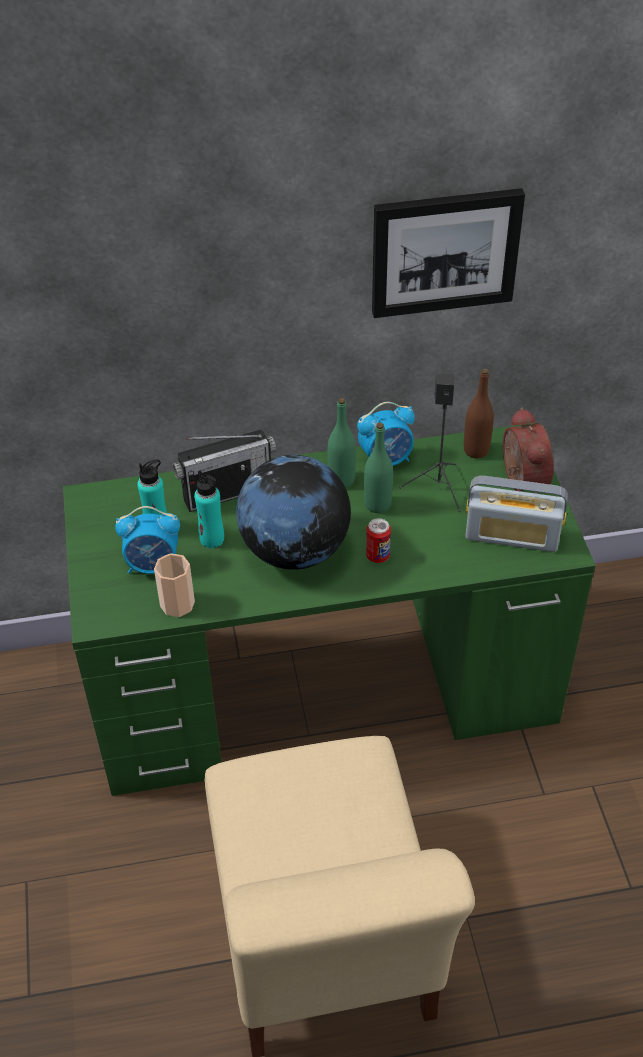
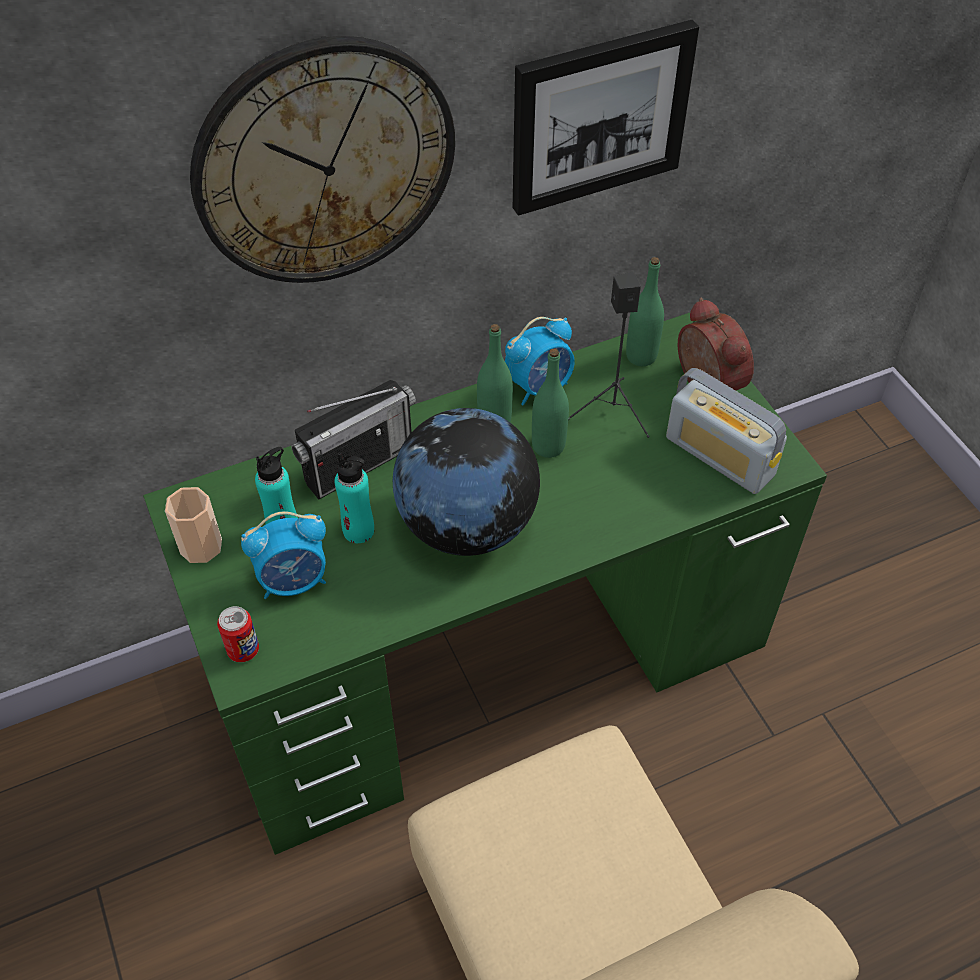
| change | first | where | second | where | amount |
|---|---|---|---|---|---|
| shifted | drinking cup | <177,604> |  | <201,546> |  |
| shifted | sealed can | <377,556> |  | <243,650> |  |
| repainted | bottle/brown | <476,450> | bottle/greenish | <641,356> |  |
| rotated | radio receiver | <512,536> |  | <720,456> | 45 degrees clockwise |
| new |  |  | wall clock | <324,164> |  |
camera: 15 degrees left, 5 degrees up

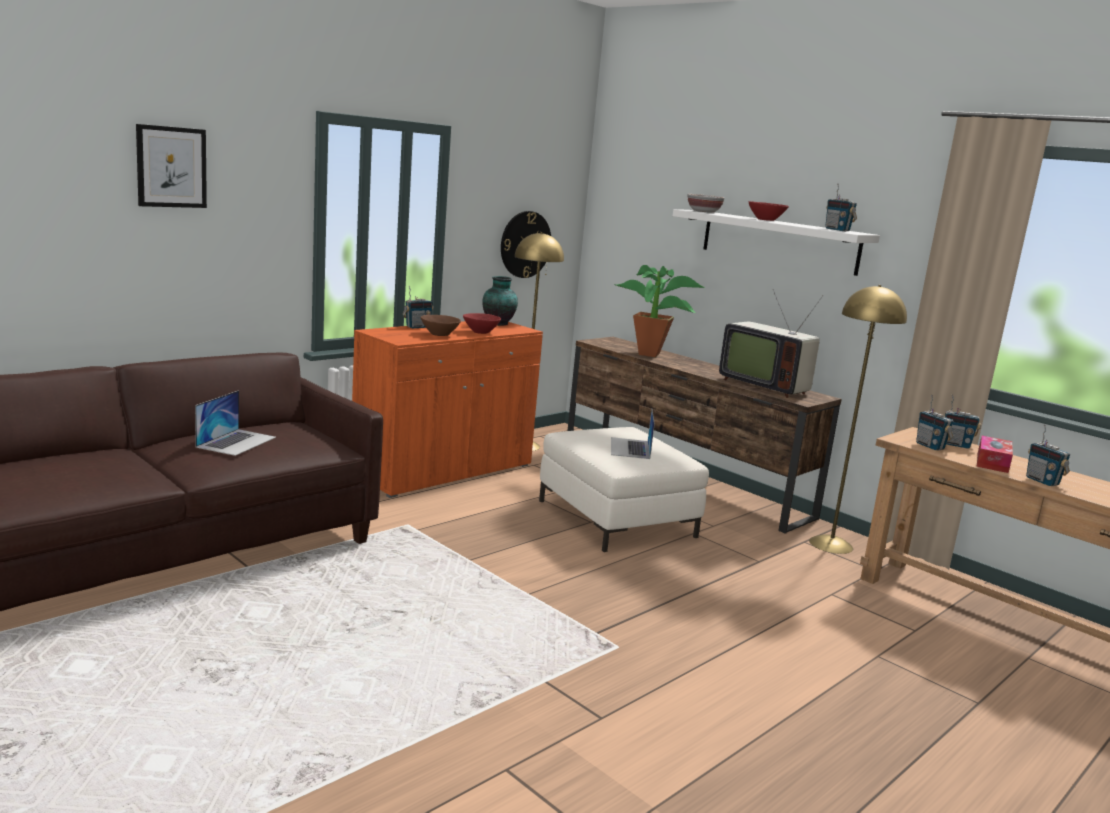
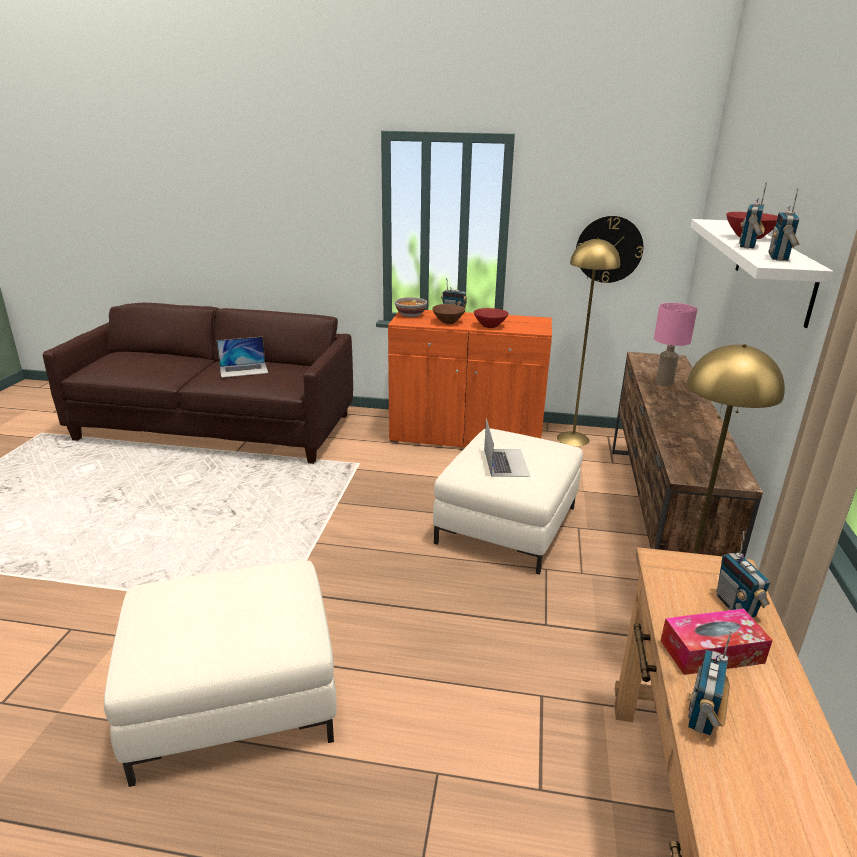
| change | first | where | second | where | amount |
|---|---|---|---|---|---|
| gone | wall art | <171,167> |  |  |  |
| gone | decorative vase | <499,323> |  |  |  |
| rotated | notebook computer | <630,448> |  | <506,462> | 120 degrees clockwise |
| swapped | houseplant | <653,355> | tabletop lamp/pink | <664,382> |  |
| shifted | deep dish | <703,211> |  | <410,315> |  |
| gone | television | <764,385> |  |  |  |
| shifted | radio receiver | <930,446> |  | <748,246> |  |
| new |  |  | footrest/whitish | <233,699> |  |
camera: 55 degrees right, 10 degrees up

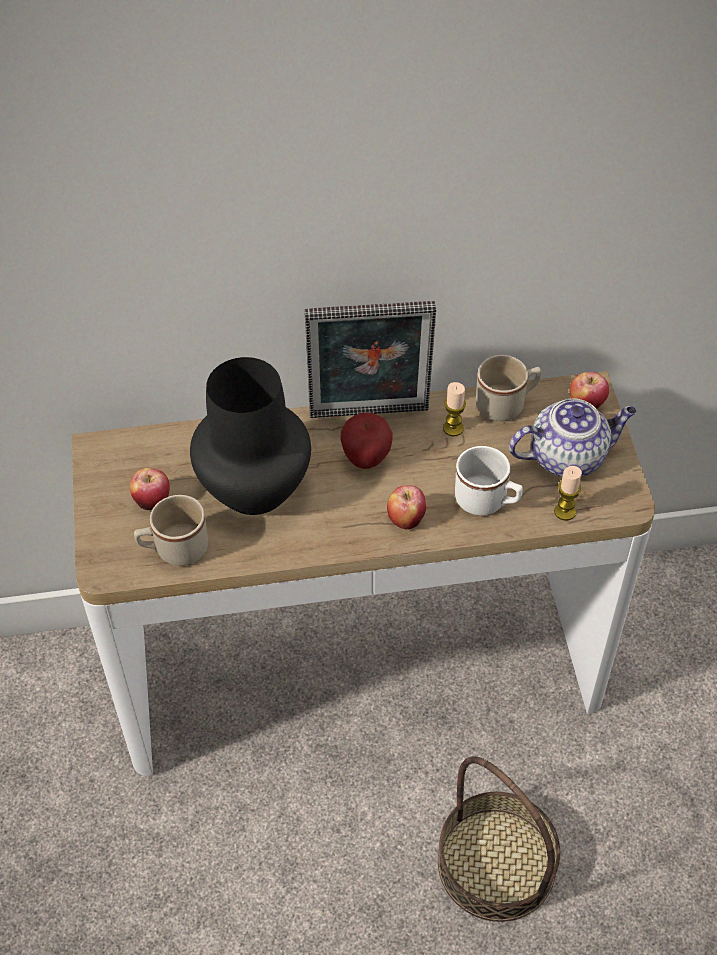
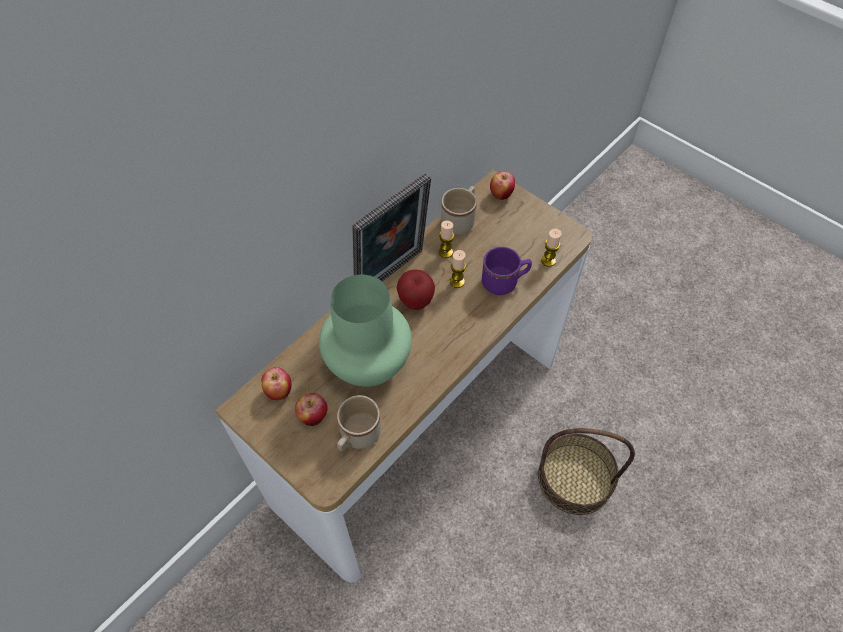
| change | first | where | second | where | amount |
|---|---|---|---|---|---|
| repainted | decorative vase/black-coloured | <253,489> | decorative vase/greenish | <368,365> |  |
| shifted | apple | <406,519> |  | <279,391> |  |
| repainted | tea mug/whitish | <487,501> | tea mug/purplish | <504,282> |  |
| gone | tea pot | <568,457> |  |  |  |
| new |  |  | wax light | <457,282> |  |
camera: 40 degrees left, 5 degrees up

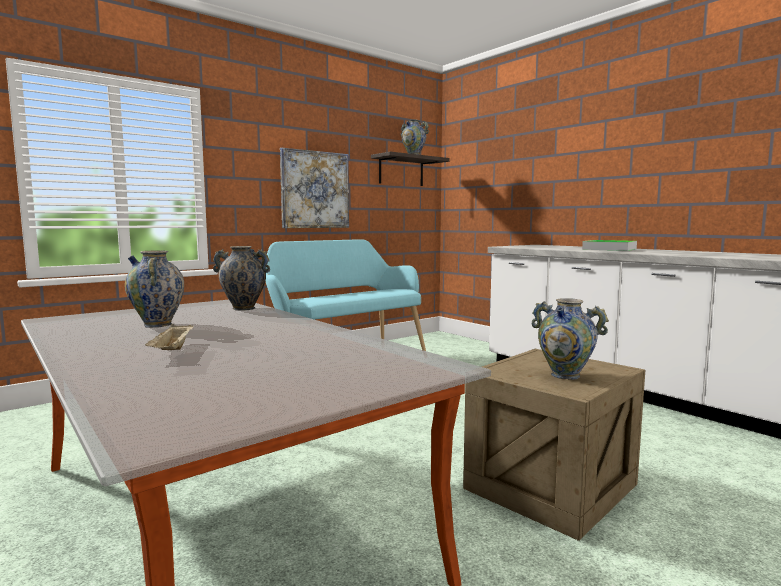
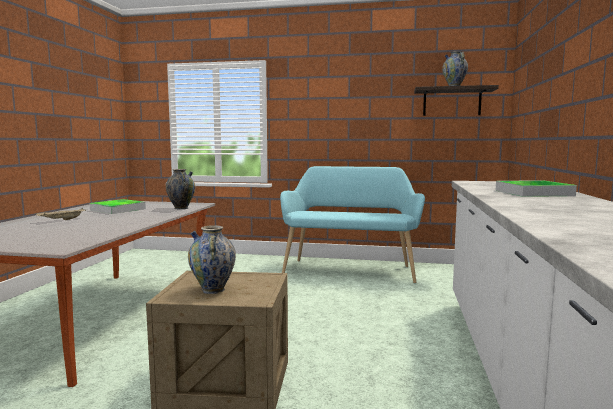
| change | first | where | second | where | amount |
|---|---|---|---|---|---|
| swapped | decorative vase | <157,325> | serving tray | <118,209> |  |
| gone | wall art | <315,190> |  |  |  |
camera: 50 degrees right, 0 degrees up

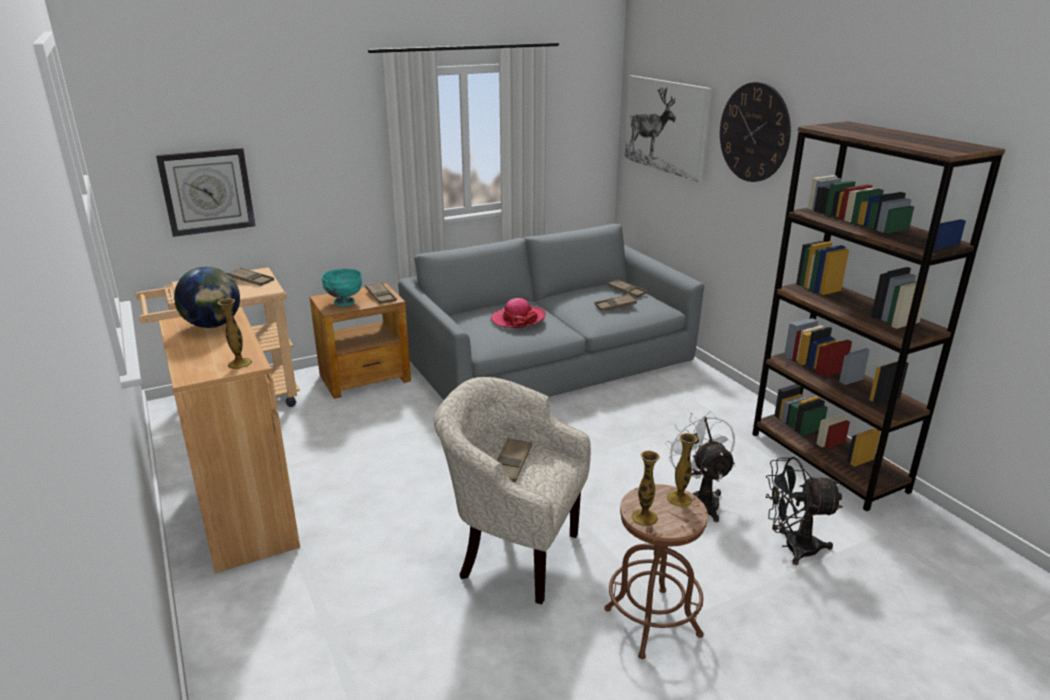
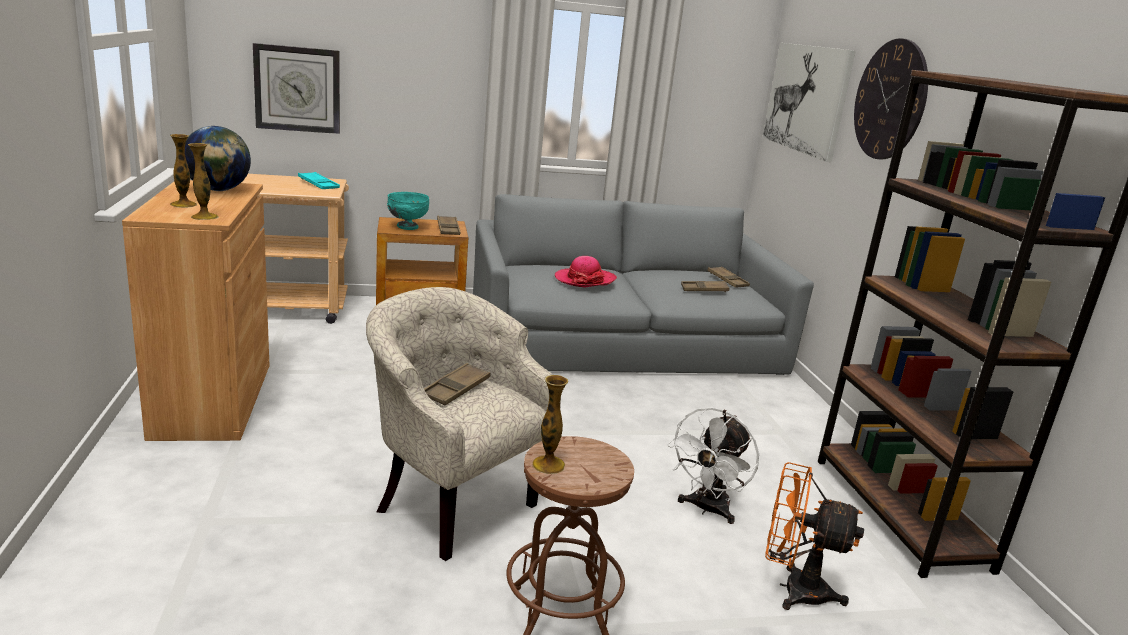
| change | first | where | second | where | amount |
|---|---|---|---|---|---|
| repainted | serving tray/brown | <251,280> | serving tray/turquoise-coloured | <318,184> |  |
| rotated | electric fan/whitish | <700,499> |  | <706,509> | 150 degrees counterclockwise |
| shifted | decorative vase | <679,499> |  | <183,204> |  |
| repainted | electric fan/black-coloured | <792,547> | electric fan/orange-coloured | <793,589> |  |
camera: 15 degrees right, 5 degrees down

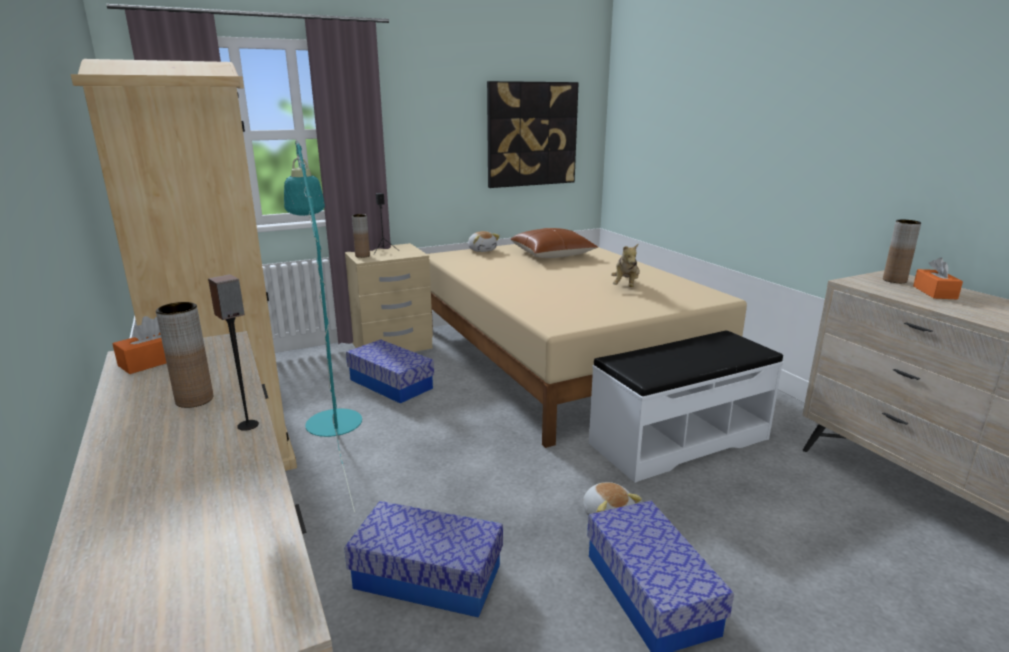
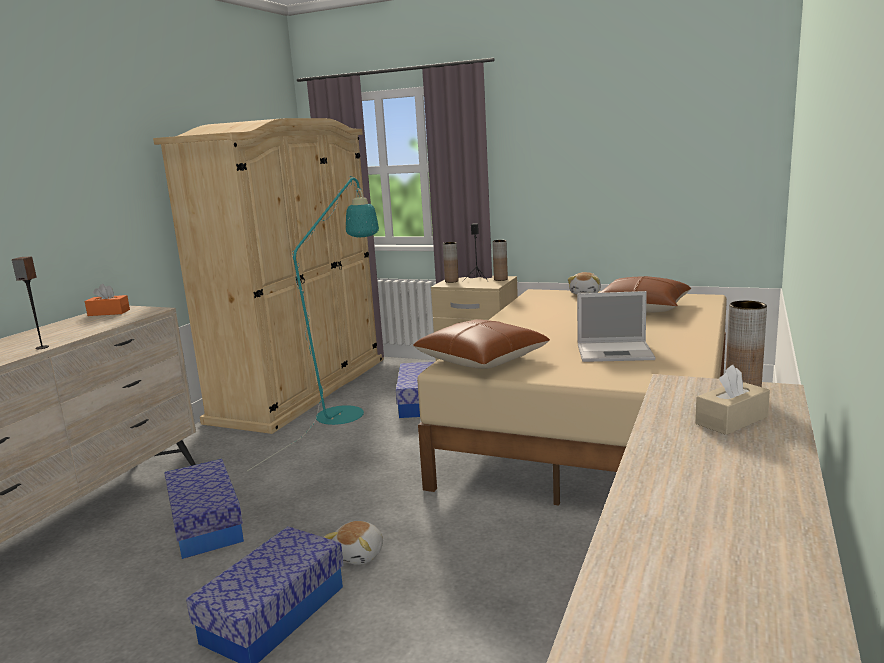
| change | first | where | second | where | amount |
|---|---|---|---|---|---|
| shifted | decorative vase/brown | <194,400> |  | <500,279> |  |
| gone | wall art | <531,134> |  |  |  |
| gone | bench/whitish | <678,440> |  |  |  |
| swapped | soft toy | <625,286> | notebook computer | <616,352> |  |
| repainted | tissue box/orange-coloured | <934,292> | tissue box/beige-coloured | <731,420> |  |
| new |  |  | cushion/brown | <481,359> |  |
camera: 50 degrees right, 5 degrees down

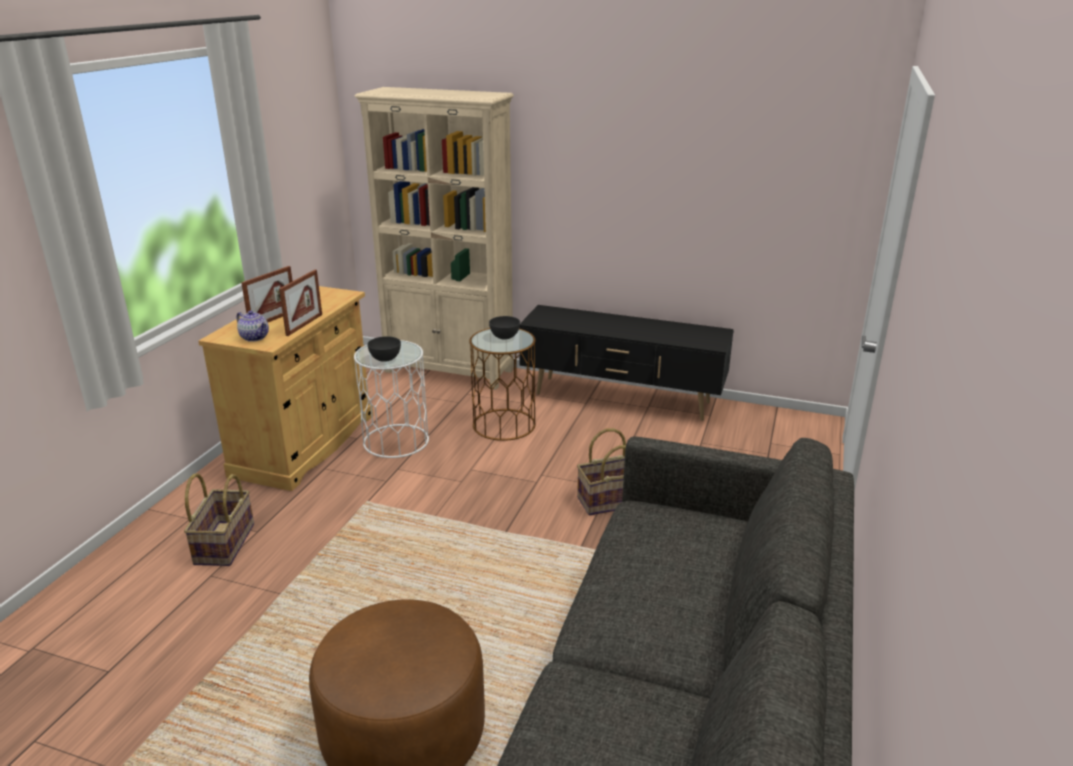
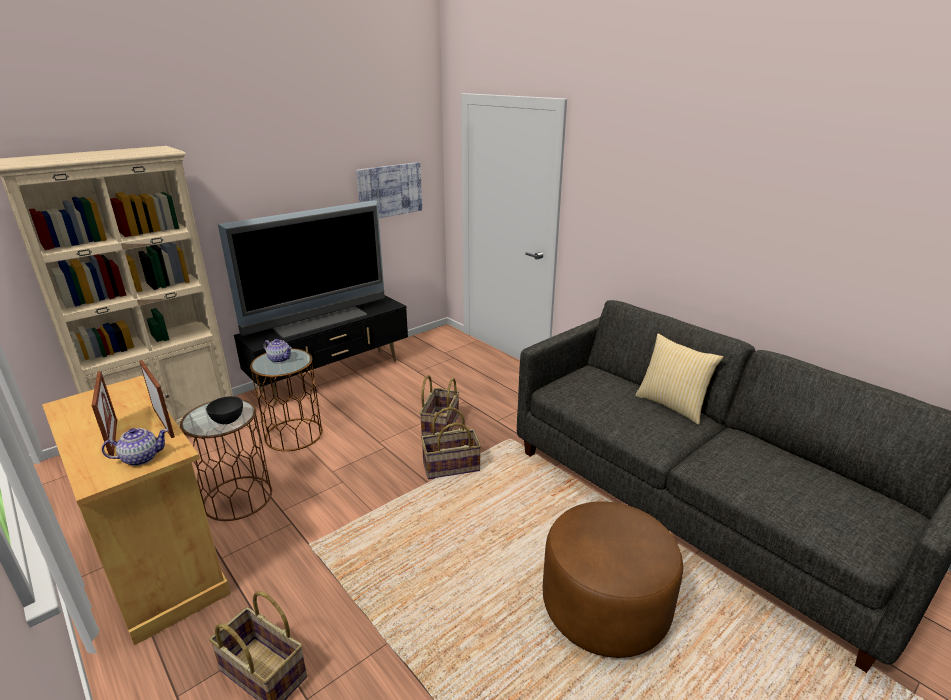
| change | first | where | second | where | amount |
|---|---|---|---|---|---|
| repainted | end table/whitish | <396,441> | end table/brown | <238,498> |  |
| swapped | deep dish/grey | <505,337> | tea pot | <279,359> |  |
| new |  |  | television | <319,320> |  |
| new |  |  | wall art | <389,190> |  |
| new |  |  | household basket | <451,467> |  |
| new |  |  | cushion | <672,405> |  |
camera: 60 degrees left, 0 degrees up

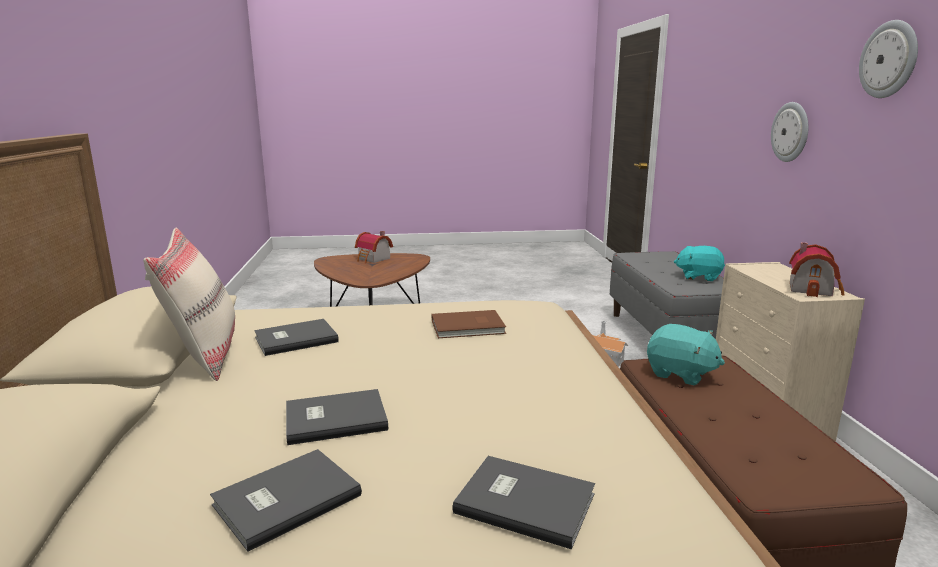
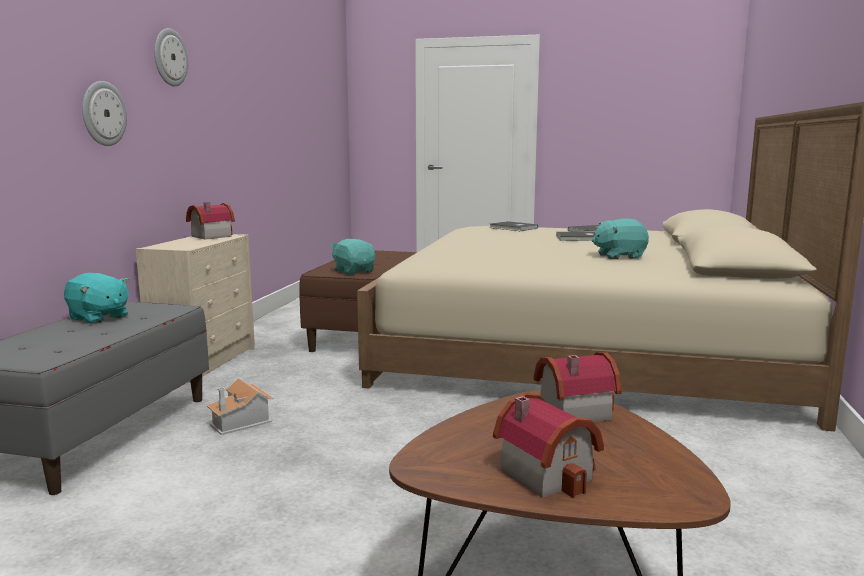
| change | first | where | second | where | amount |
|---|---|---|---|---|---|
| gone | cushion/beige-coloured | <203,355> |  |  |  |
| swapped | bound book/grey | <294,339> | soft toy/turquoise-coloured | <619,256> |  |
| gone | bound book/brown | <469,327> |  |  |  |
| new |  |  | miniature house | <571,411> |  |
camera: 160 degrees left, 5 degrees down

